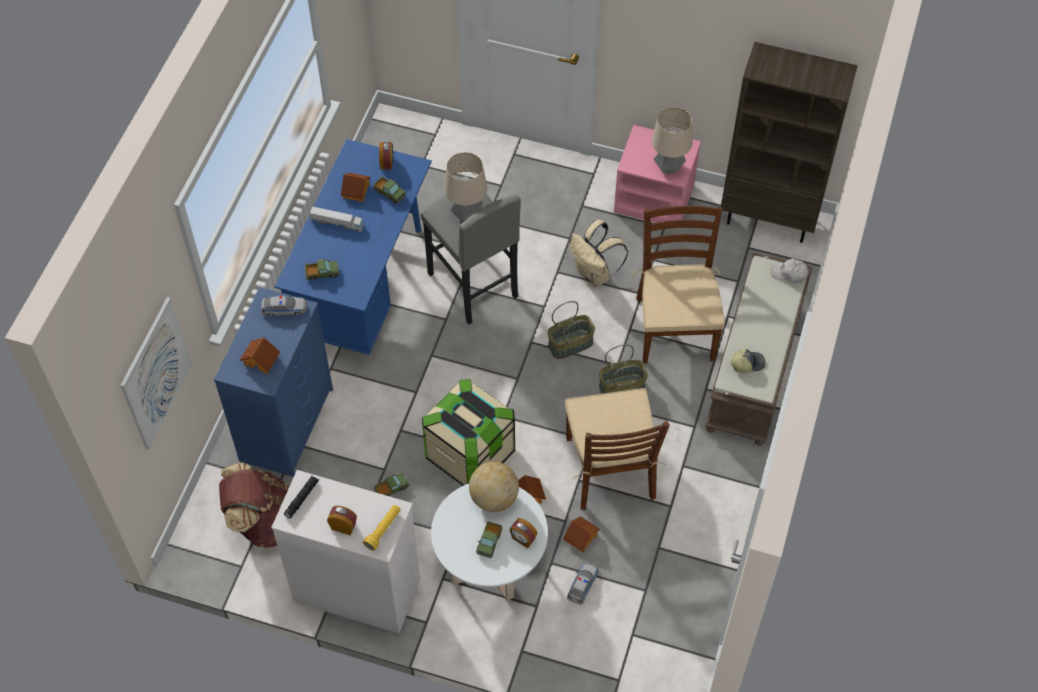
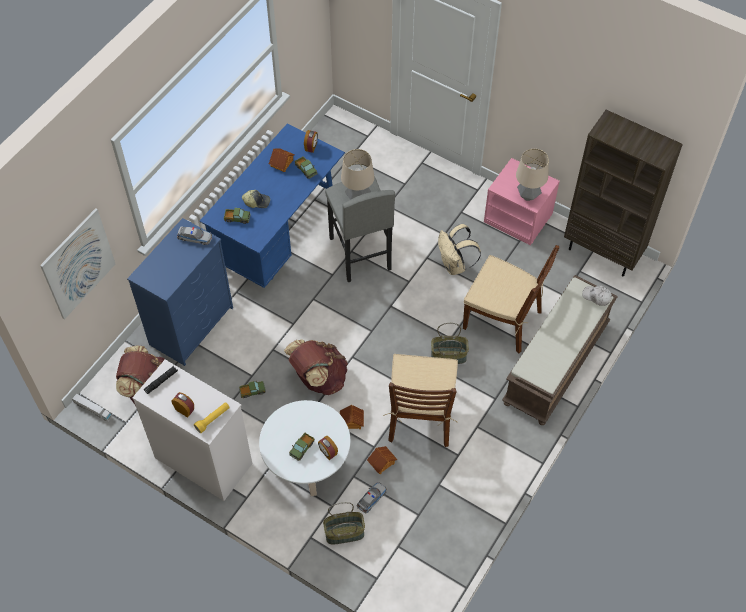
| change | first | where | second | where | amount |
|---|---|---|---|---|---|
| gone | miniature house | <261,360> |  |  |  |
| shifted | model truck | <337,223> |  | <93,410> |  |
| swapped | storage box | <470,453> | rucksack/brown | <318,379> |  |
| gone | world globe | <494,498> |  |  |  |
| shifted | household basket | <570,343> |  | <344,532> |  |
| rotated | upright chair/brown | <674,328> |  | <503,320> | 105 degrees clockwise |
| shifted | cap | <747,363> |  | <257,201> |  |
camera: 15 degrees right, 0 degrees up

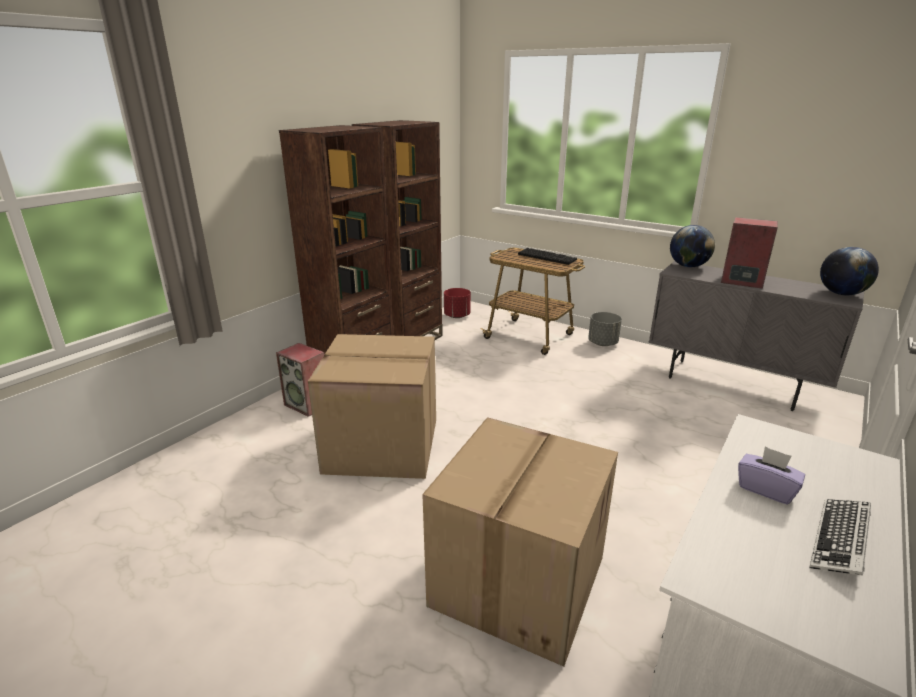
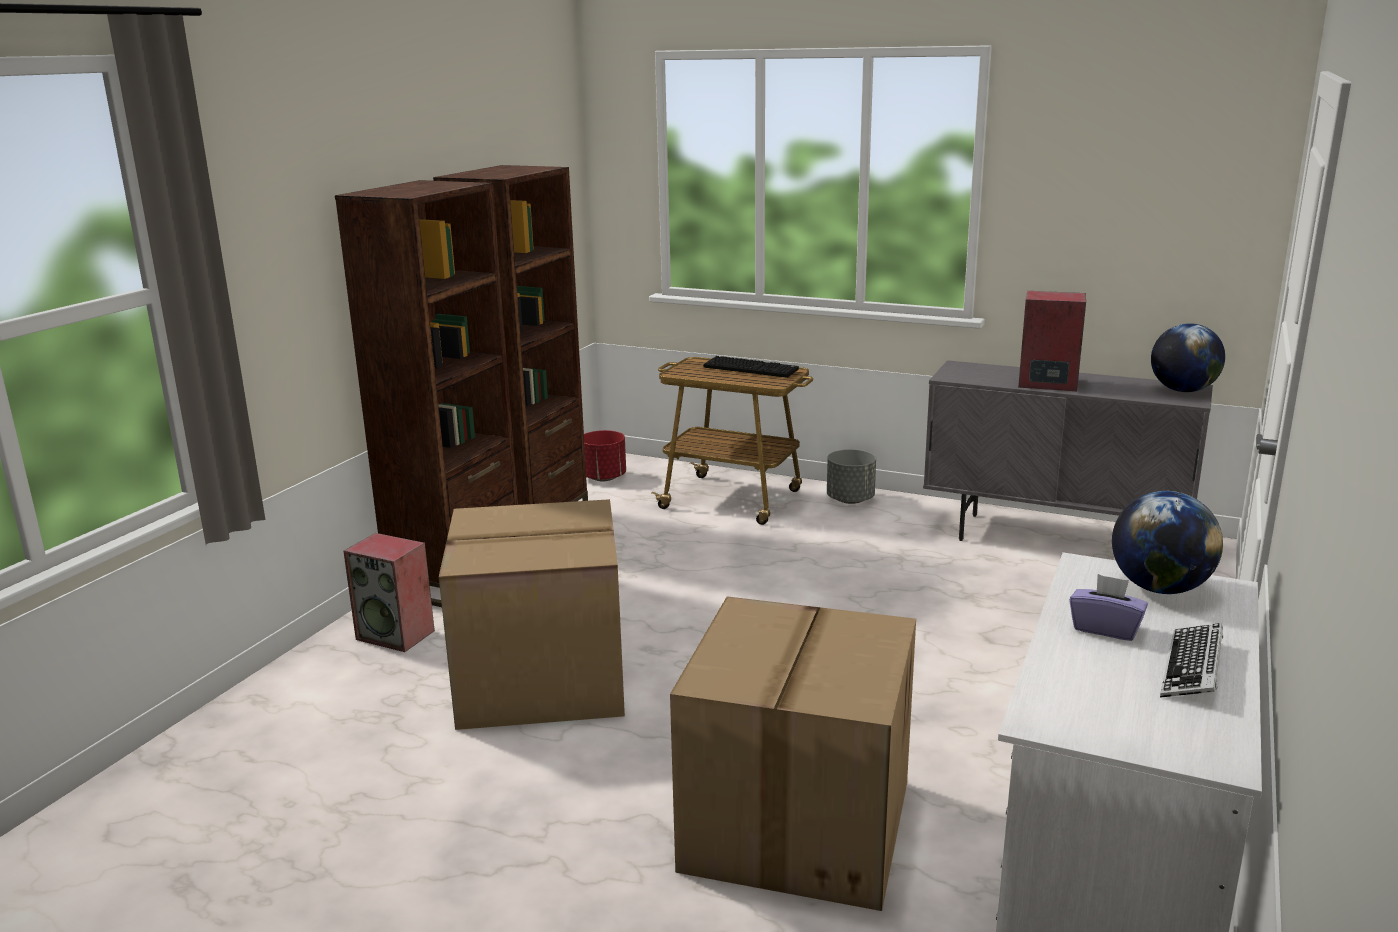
| change | first | where | second | where | amount |
|---|---|---|---|---|---|
| shifted | world globe | <688,266> |  | <1159,588> |  |
camera: 10 degrees left, 5 degrees down

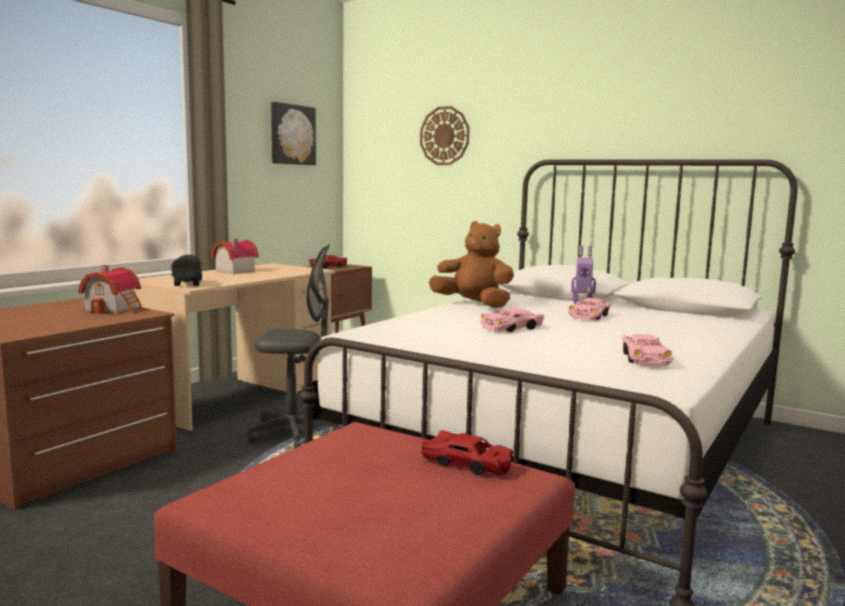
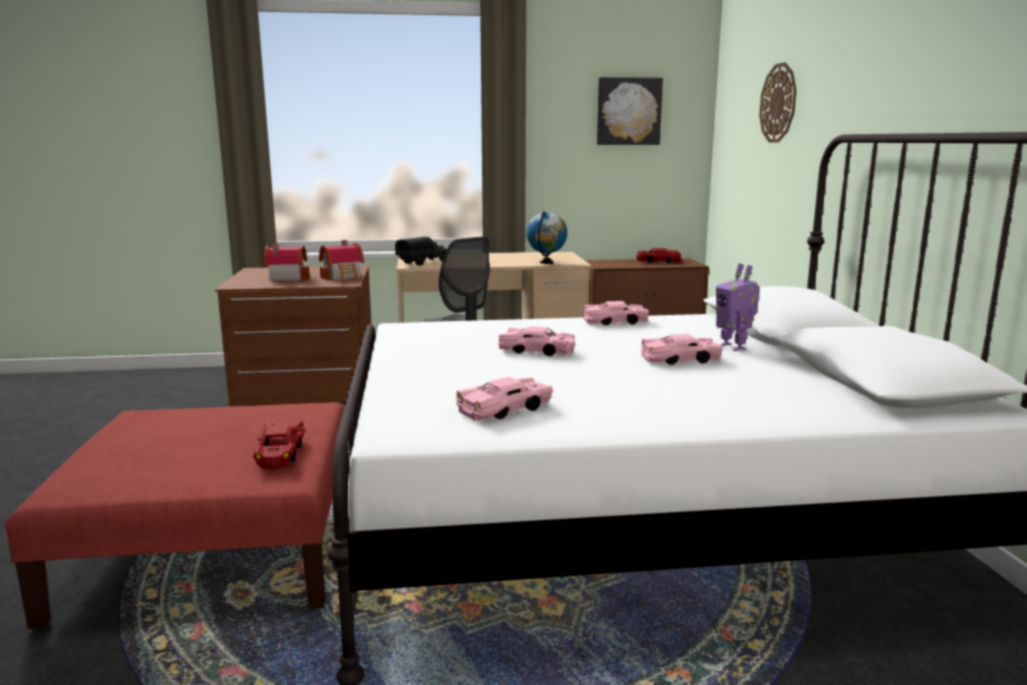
| change | first | where | second | where | amount |
|---|---|---|---|---|---|
| shifted | miniature house | <232,271> |  | <286,278> |  |
| swapped | soft toy/brown | <474,305> | miniature car/pink | <615,322> |  |
| new |  |  | world globe | <546,263> |  |
camera: 50 degrees right, 5 degrees up

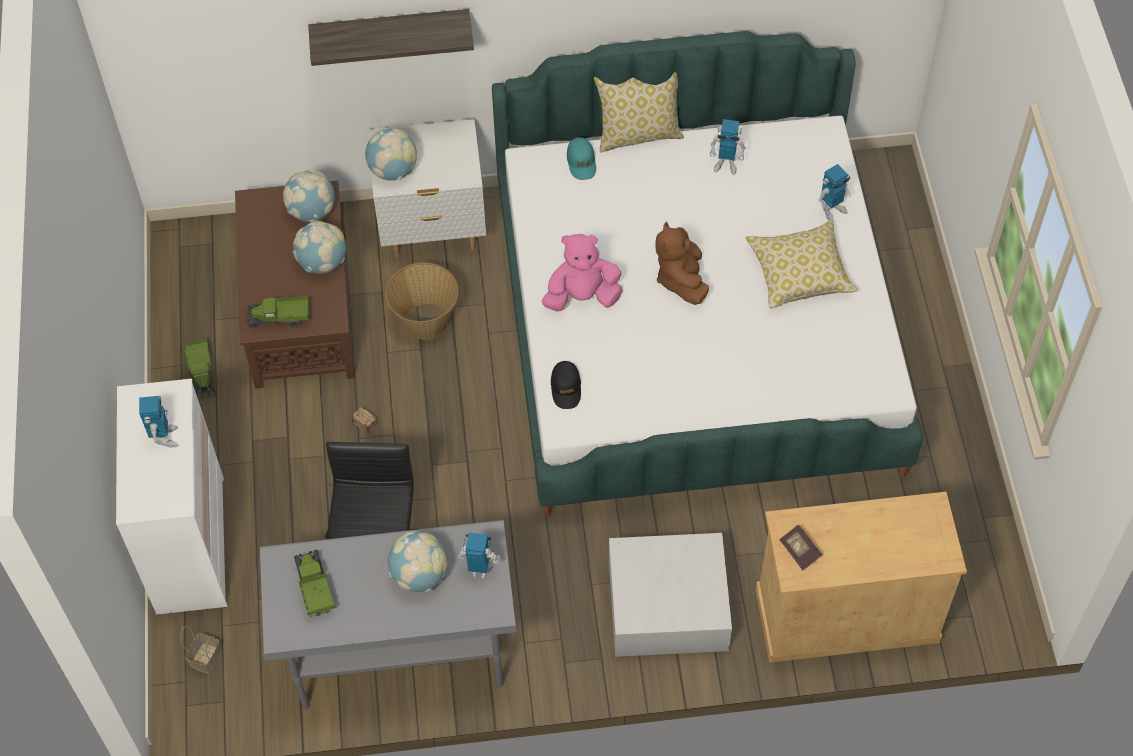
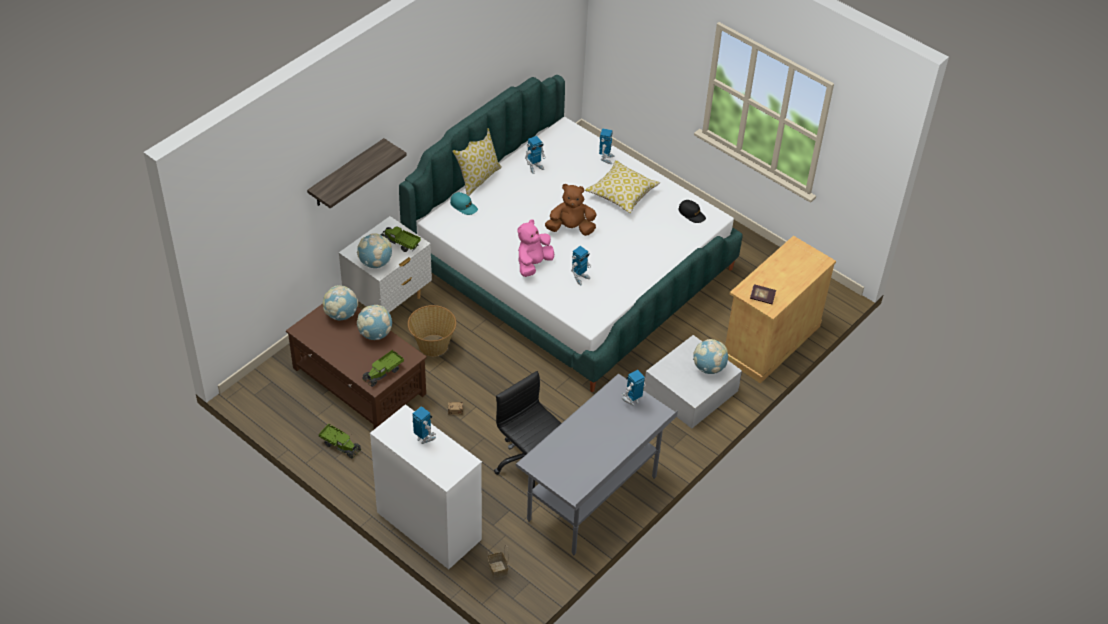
| change | first | where | second | where | amount |
|---|---|---|---|---|---|
| shifted | model truck | <314,588> |  | <400,243> |  |
| shifted | world globe | <420,575> |  | <709,368> |  |
| shifted | cap/black-coloured | <566,388> |  | <692,214> |  |
| rotated | soft toy/brown | <681,279> |  | <571,228> | 135 degrees clockwise |
| new |  |  | robot figure | <580,278> |  |
camera: 45 degrees left, 10 degrees down

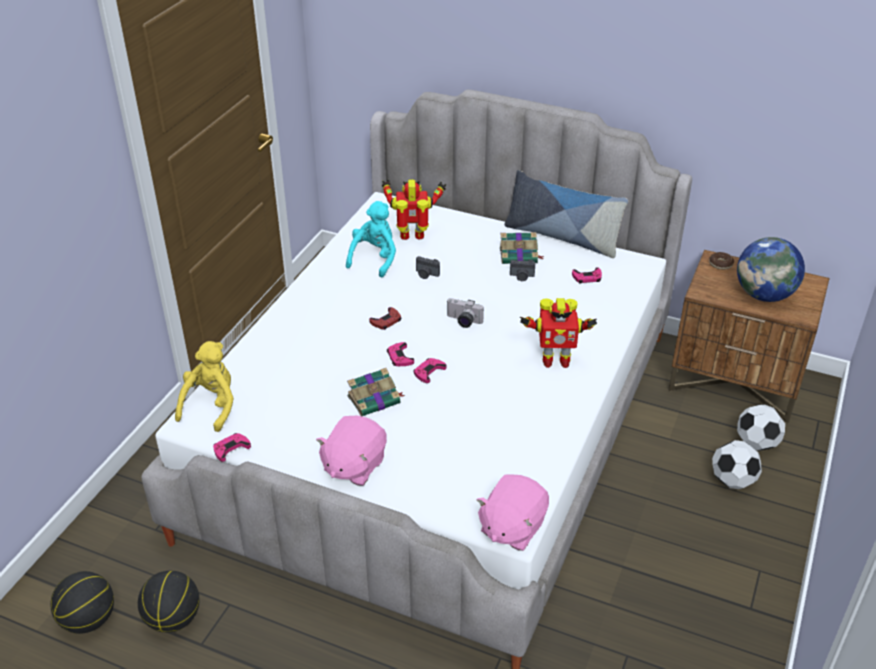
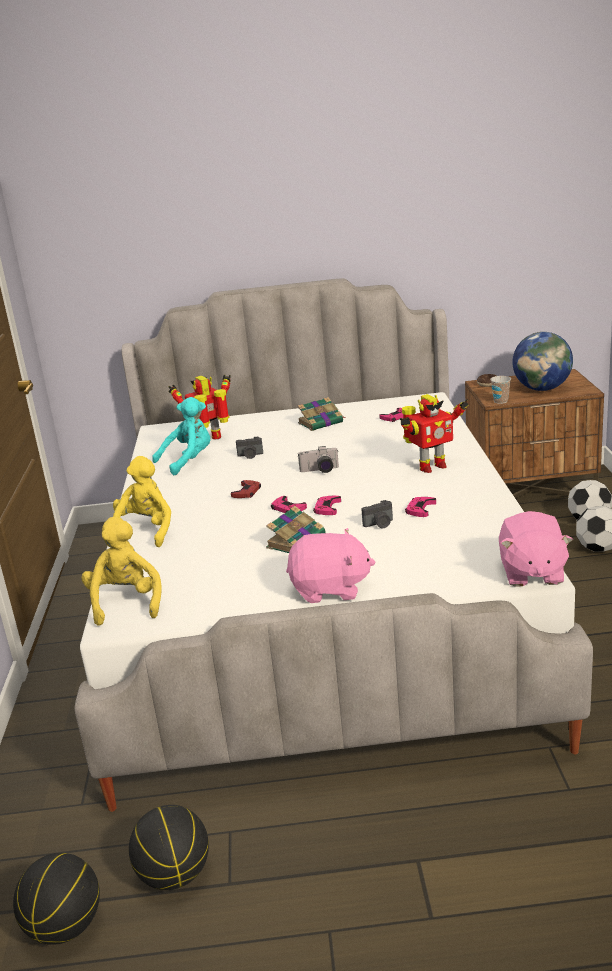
| change | first | where | second | where | amount |
|---|---|---|---|---|---|
| shifted | joypad/pink | <231,448> |  | <420,509> |  |
| rotated | soft toy/pink | <353,465> |  | <330,589> | 90 degrees counterclockwise |
| rotated | soft toy/turquoise-coloured | <374,258> |  | <189,461> | 60 degrees clockwise |
| gone | cushion | <562,237> |  |  |  |
| shifted | photo camera | <522,276> |  | <379,524> |  |
| new |  |  | soft toy/yellow-coloured | <146,531> |  |
| new |  |  | drinking cup | <500,401> |  |
camera: 25 degrees left, 15 degrees down

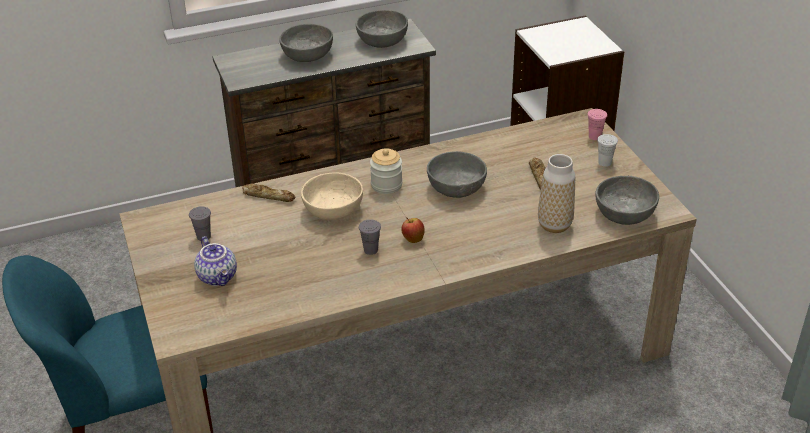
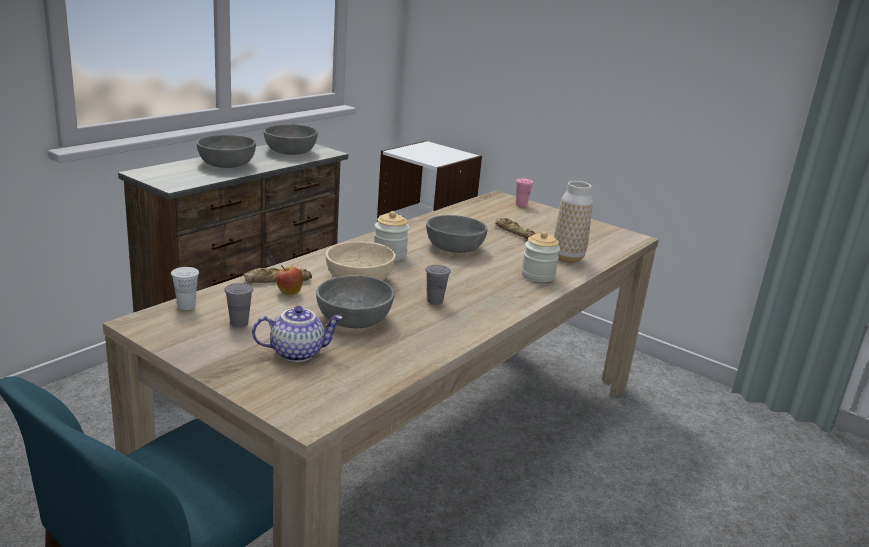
| change | first | where | second | where | amount |
|---|---|---|---|---|---|
| rotated | tea pot | <218,277> |  | <297,352> | 45 degrees counterclockwise |
| shifted | apple | <413,239> |  | <288,292> |  |
| shifted | deep dish/grey | <624,213> |  | <354,319> |  |
| shifted | drinking cup/whitish | <604,162> |  | <186,306> |  |
| new |  |  | jar | <538,275> |  |
camera: 35 degrees left, 15 degrees down

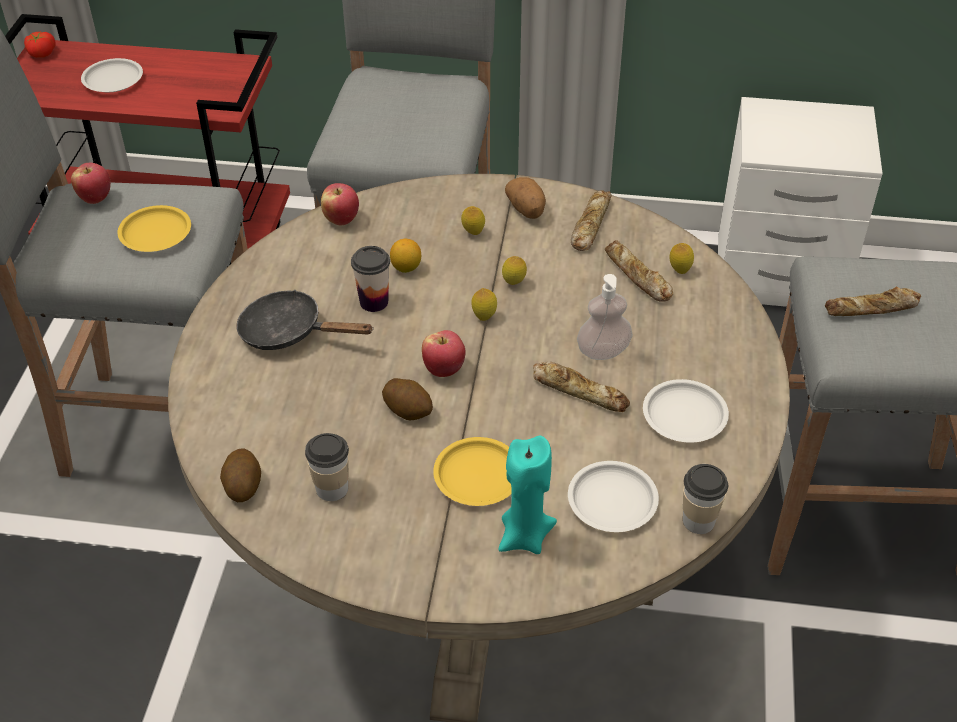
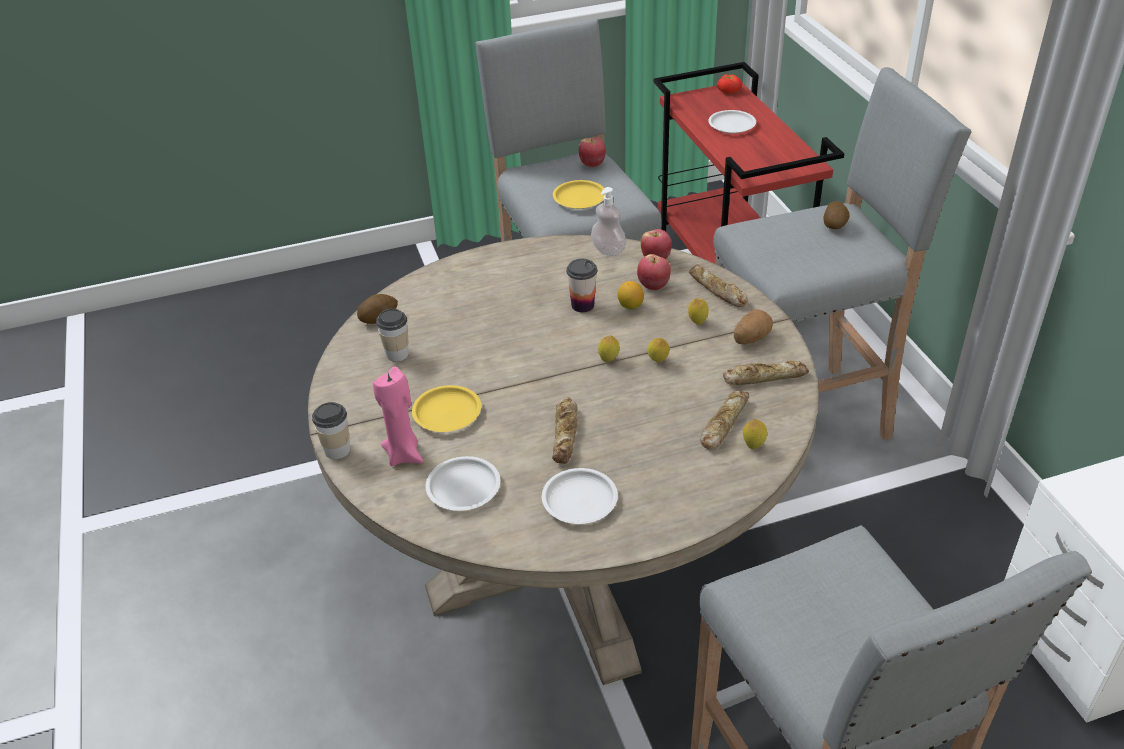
| change | first | where | second | where | amount |
|---|---|---|---|---|---|
| gone | frying pan/black-coloured | <289,332> |  |  |  |
| shifted | potato | <408,410> |  | <835,225> |  |
| shifted | apple | <444,369> |  | <653,286> |  |
| repainted | wax light/turquoise-coloured | <524,536> | wax light/pink | <404,454> |  |
| shifted | soap bottle | <603,351> |  | <608,250> |  |
| shifted | drinking cup | <698,520> |  | <337,450> |  |
| shifted | bread | <872,309> |  | <717,291> |  |
camera: 65 degrees right, 5 degrees down

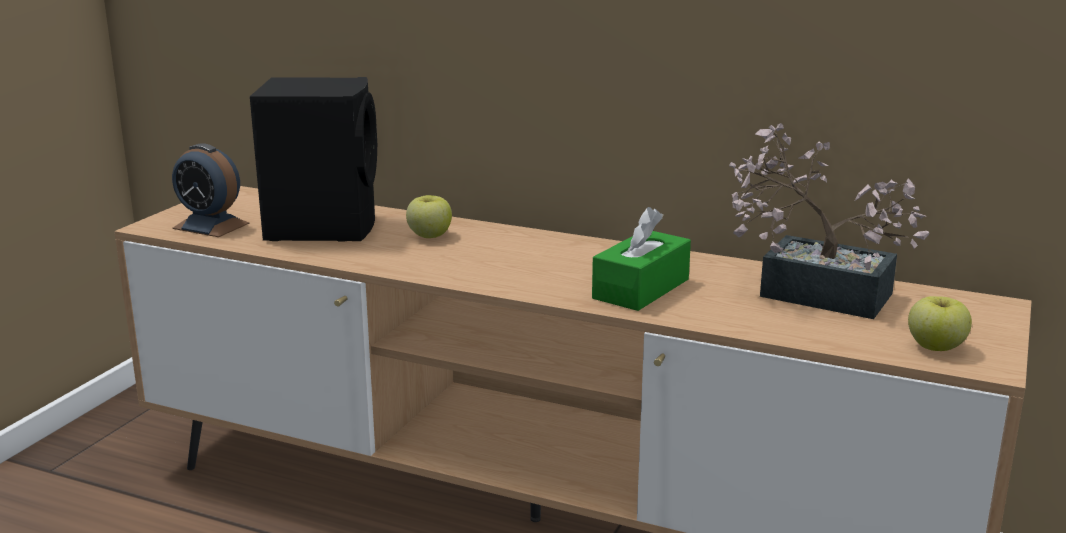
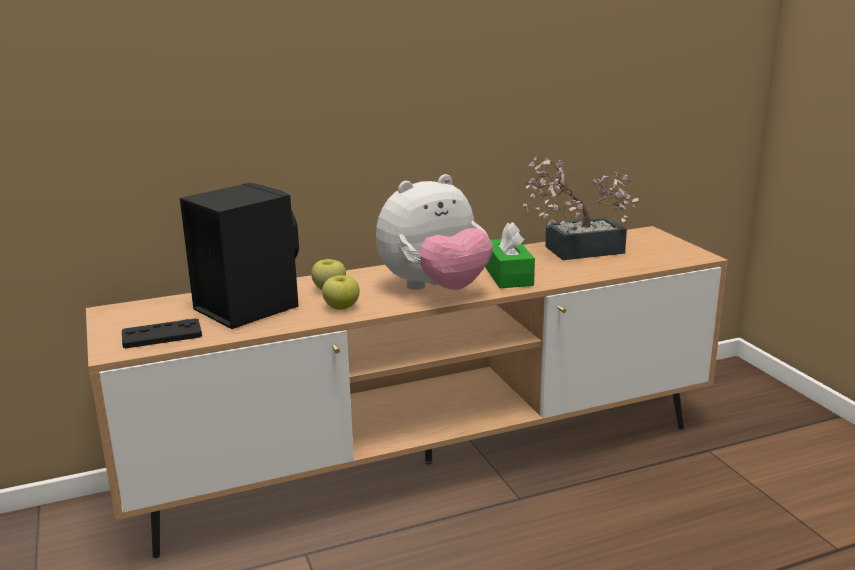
| change | first | where | second | where | amount |
|---|---|---|---|---|---|
| swapped | alarm clock | <211,226> | joypad/black-coloured | <162,335> |  |
| shifted | apple | <935,347> |  | <341,307> |  |
| new |  |  | soft toy | <435,289> |  |
camera: 45 degrees left, 0 degrees up

